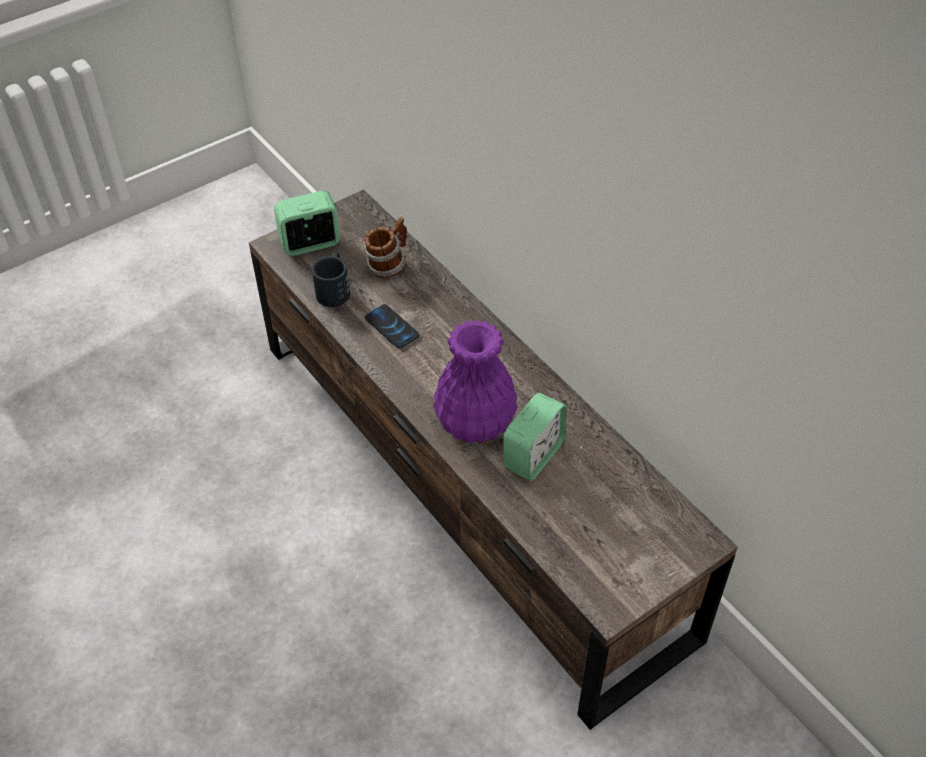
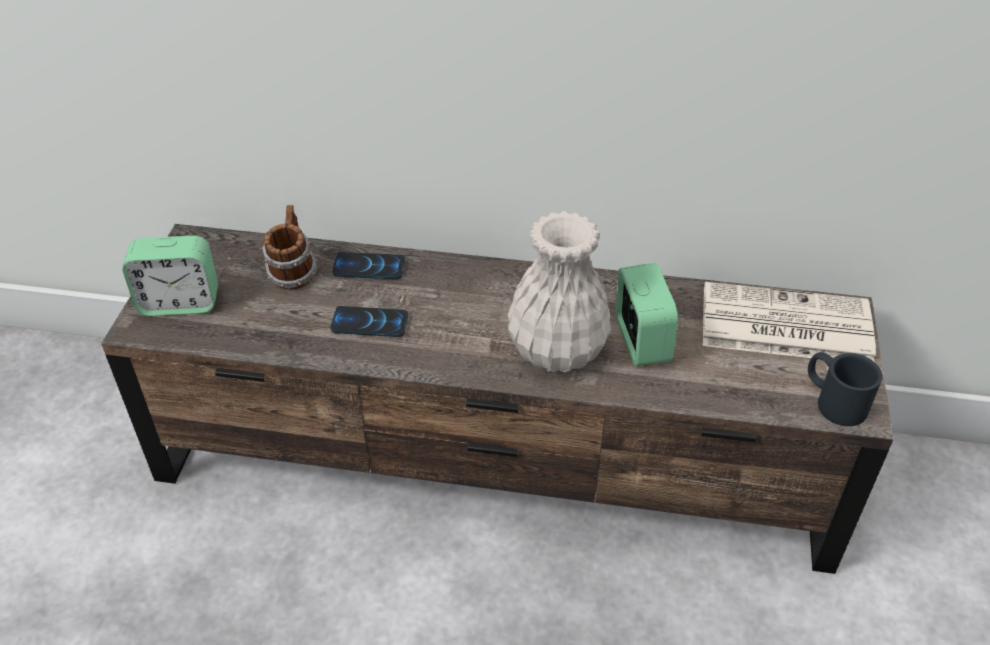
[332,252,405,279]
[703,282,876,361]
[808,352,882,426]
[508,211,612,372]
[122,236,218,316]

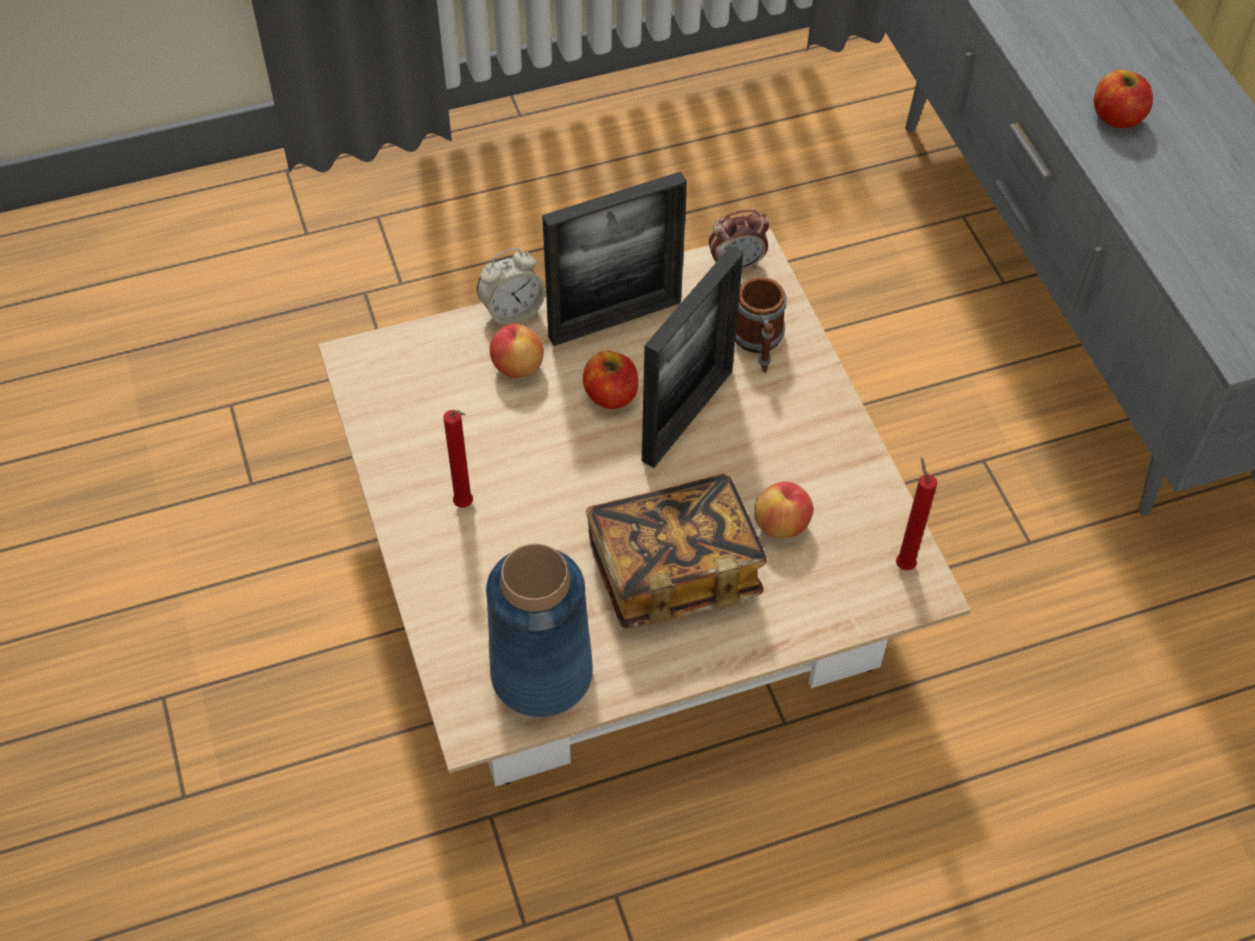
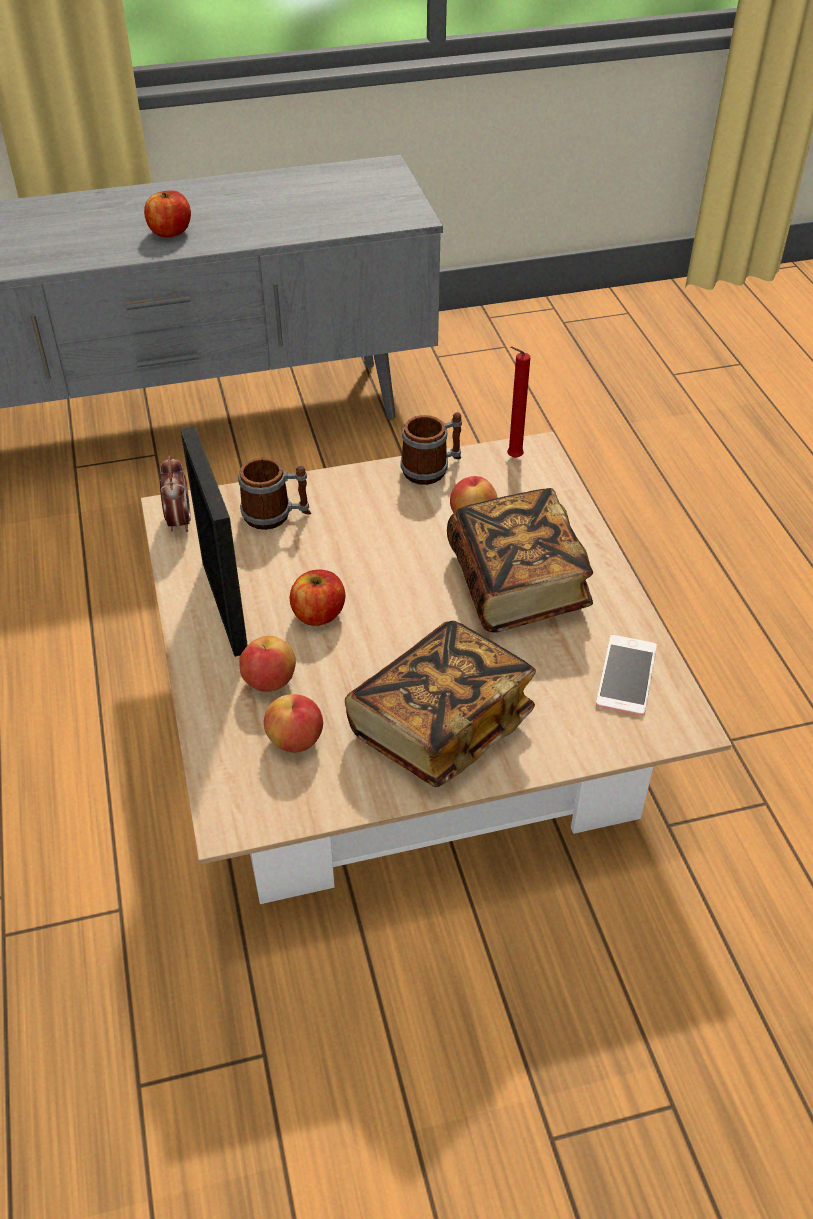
[477,248,545,327] (first image)
[642,246,744,468] (first image)
[264,694,323,753]
[400,412,462,485]
[345,621,536,787]
[596,635,657,716]

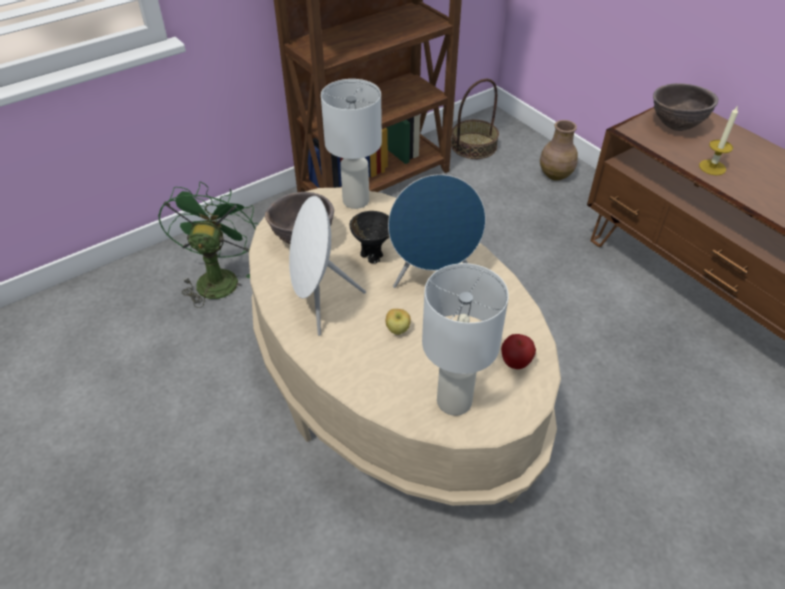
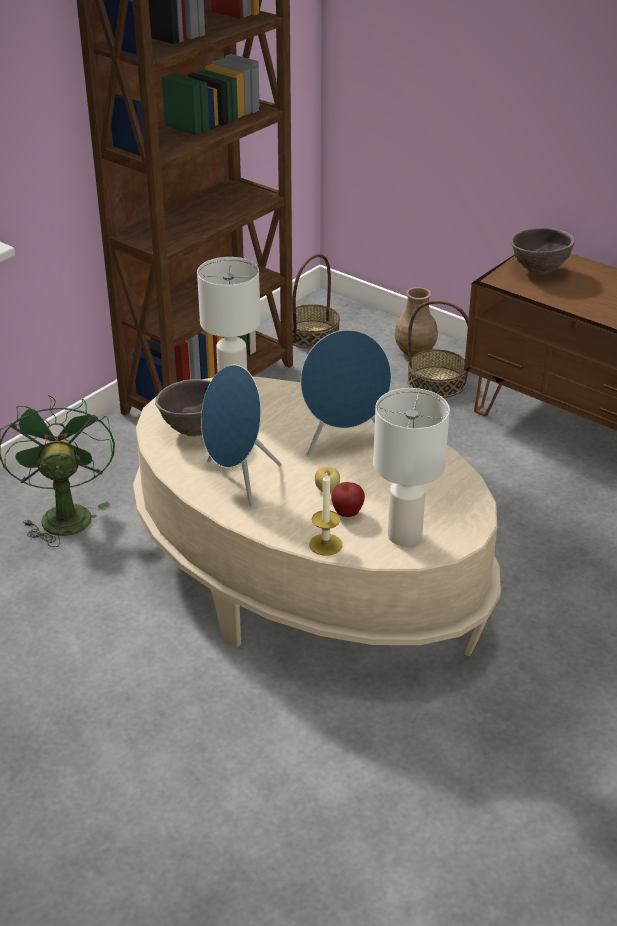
[349,211,389,263] (first image)
[407,300,468,398]
[331,482,365,517]
[309,472,342,556]
[201,365,282,508]

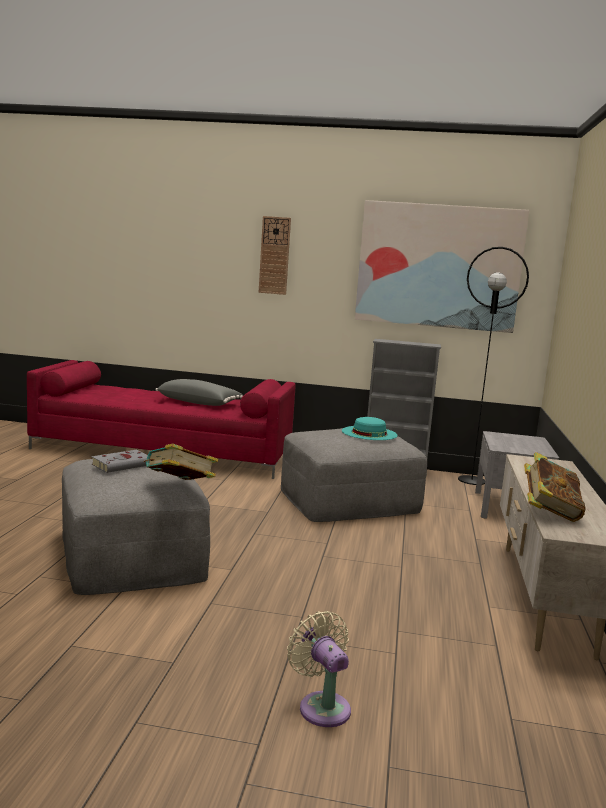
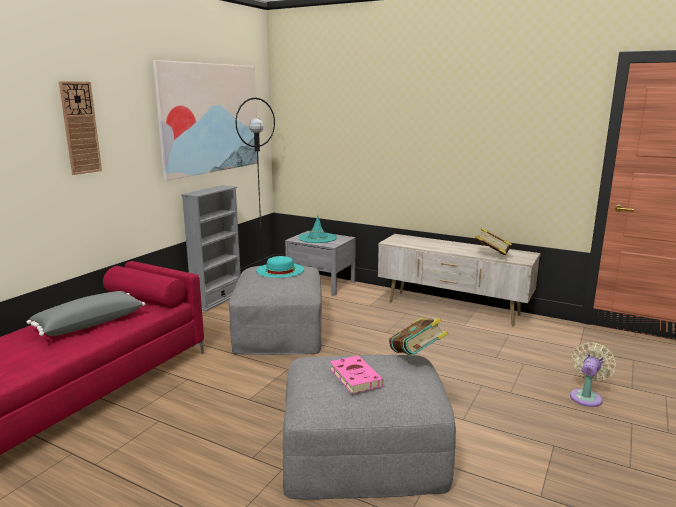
[298,215,337,243]
[330,355,384,394]
[570,342,616,407]

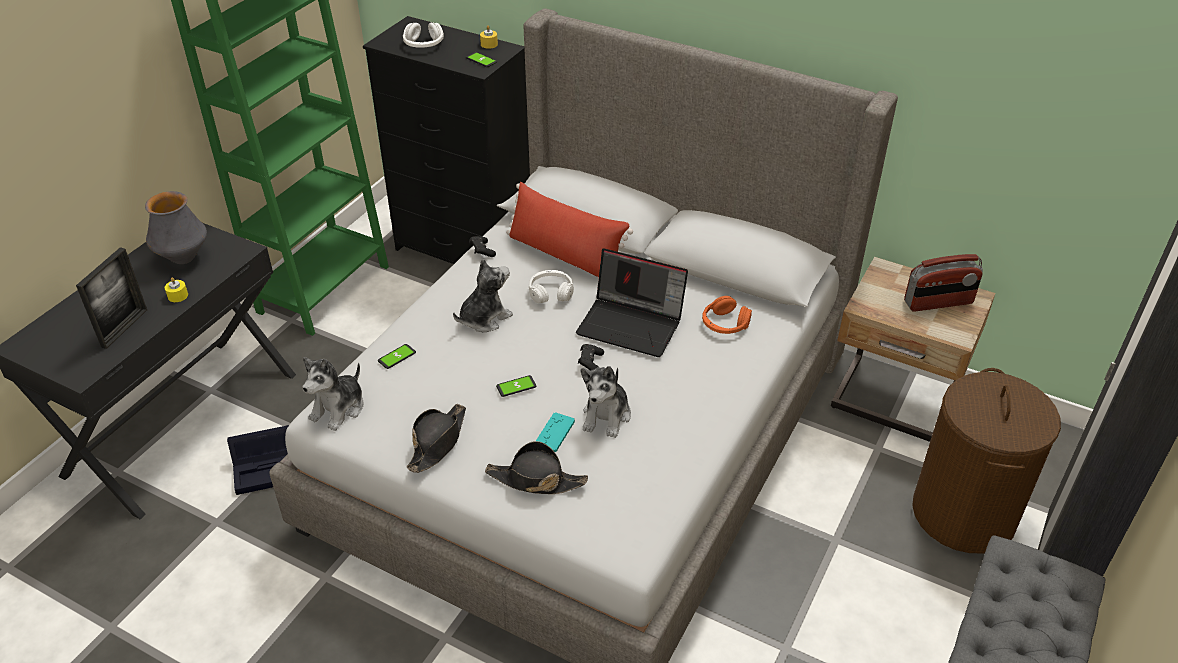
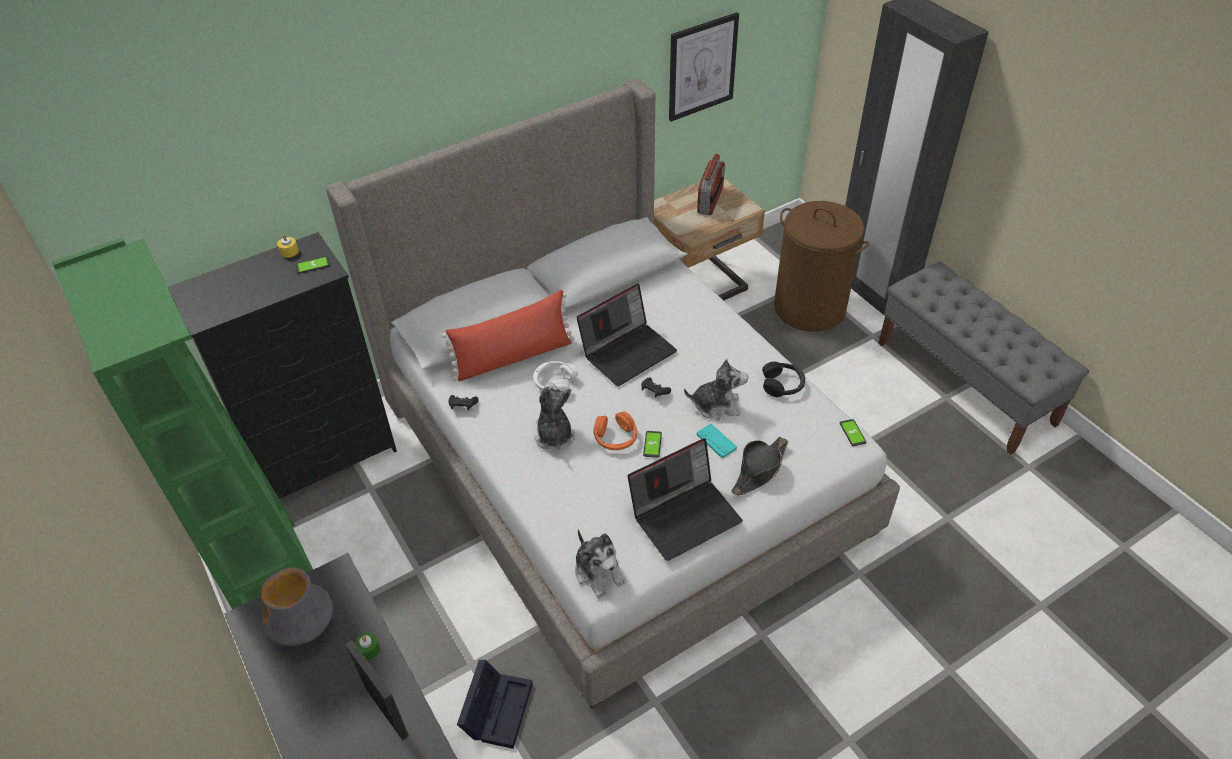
[403,23,444,48] (first image)
[669,12,739,122]
[762,362,805,397]
[840,419,867,446]
[593,411,637,450]
[627,438,743,561]
[354,632,380,660]
[684,359,748,420]

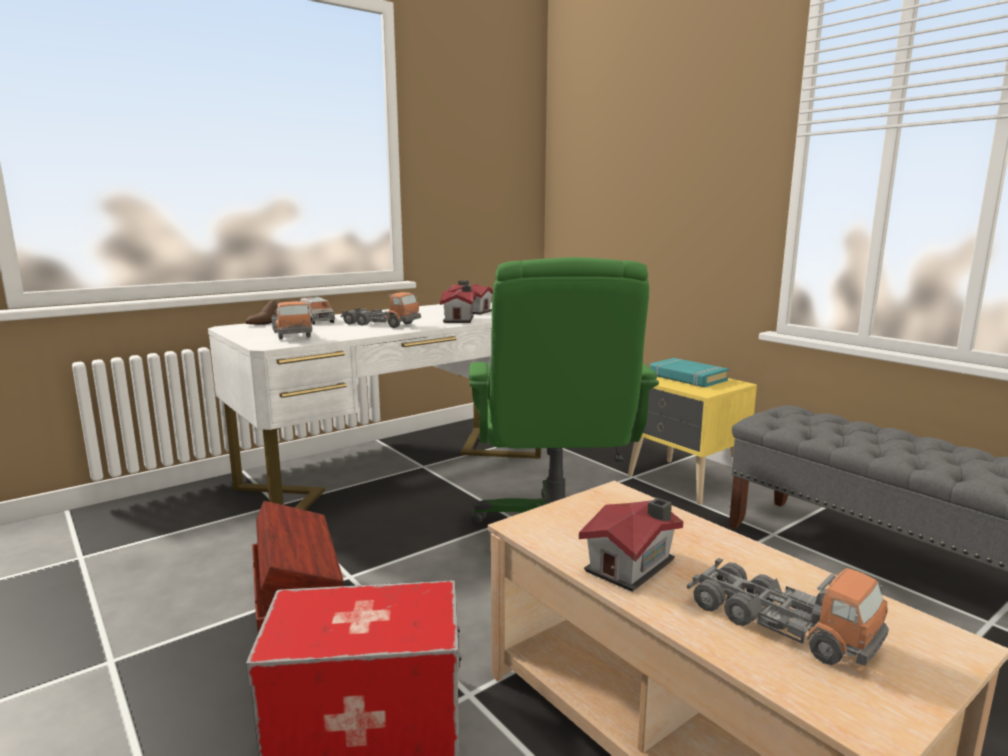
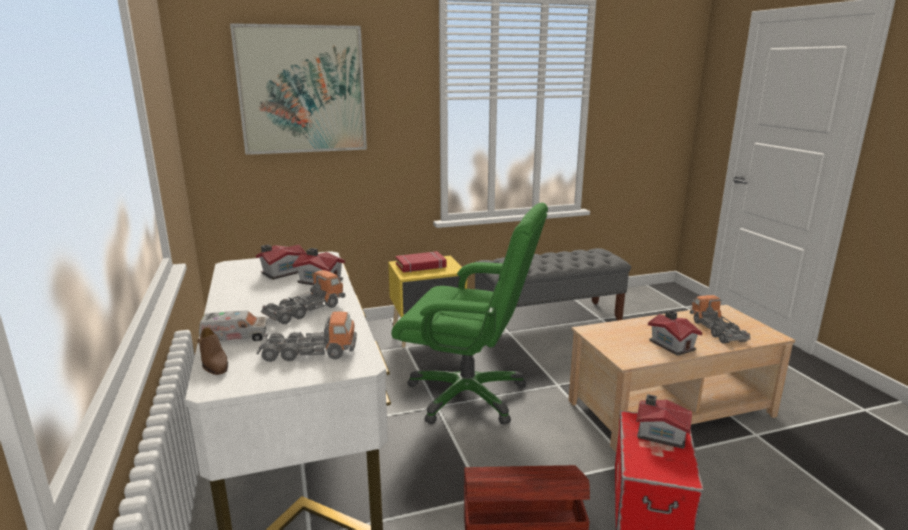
[230,23,367,155]
[636,394,692,449]
[396,251,447,273]
[690,295,750,343]

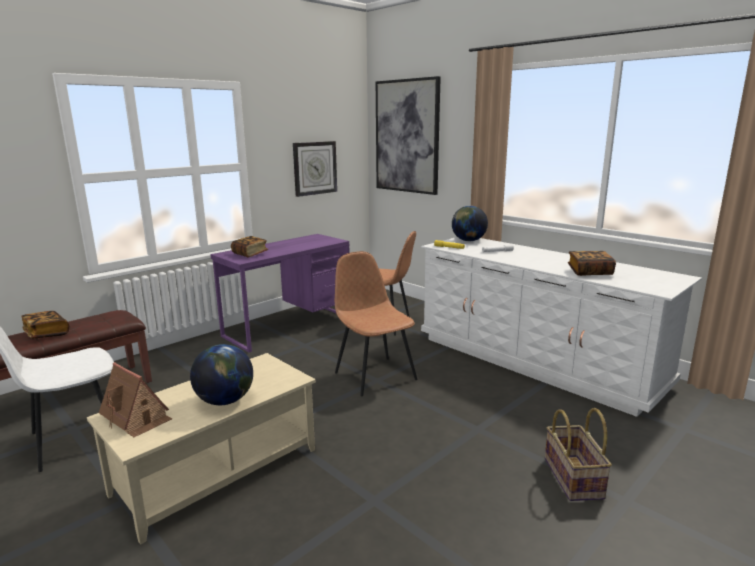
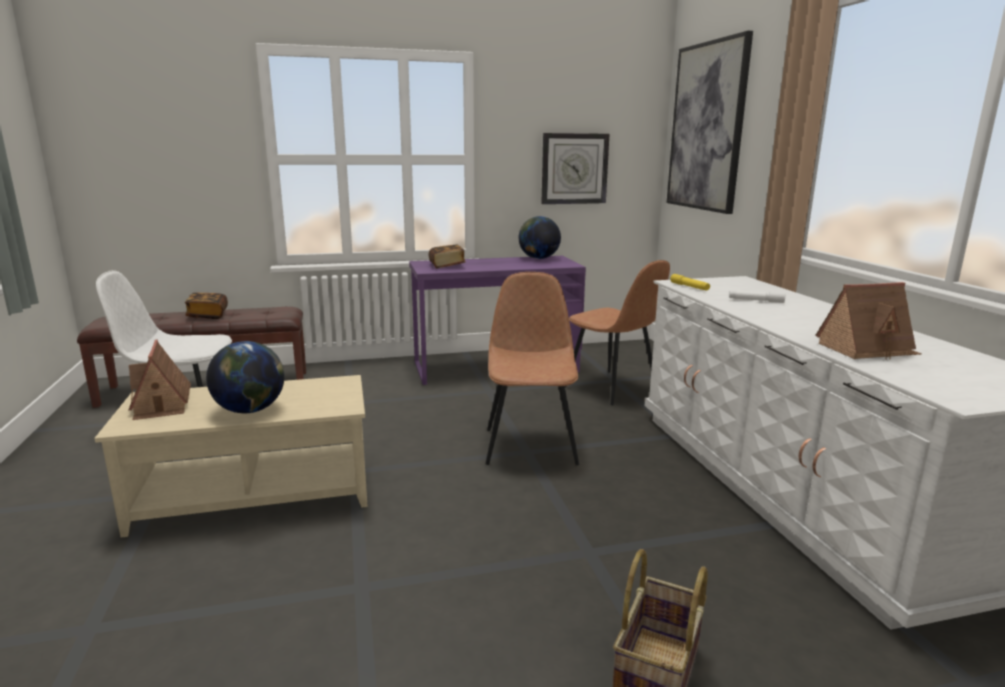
[519,216,561,259]
[815,282,921,360]

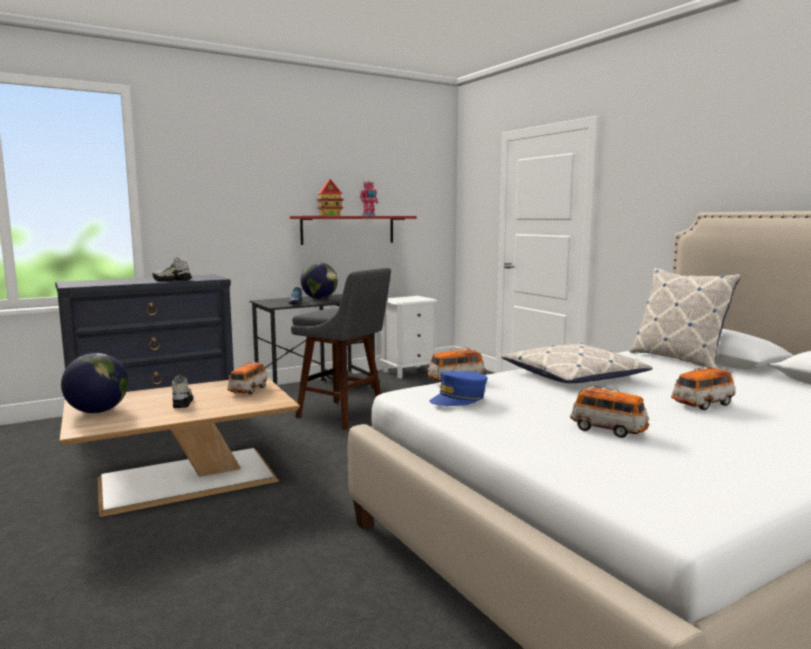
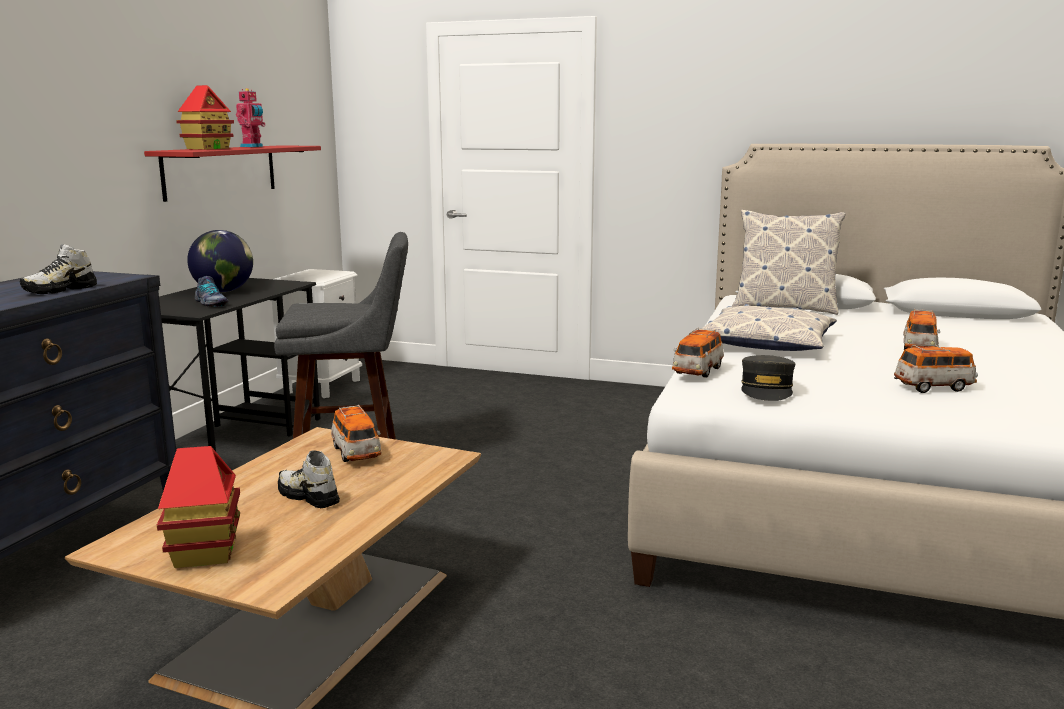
[157,446,240,568]
[741,355,795,401]

